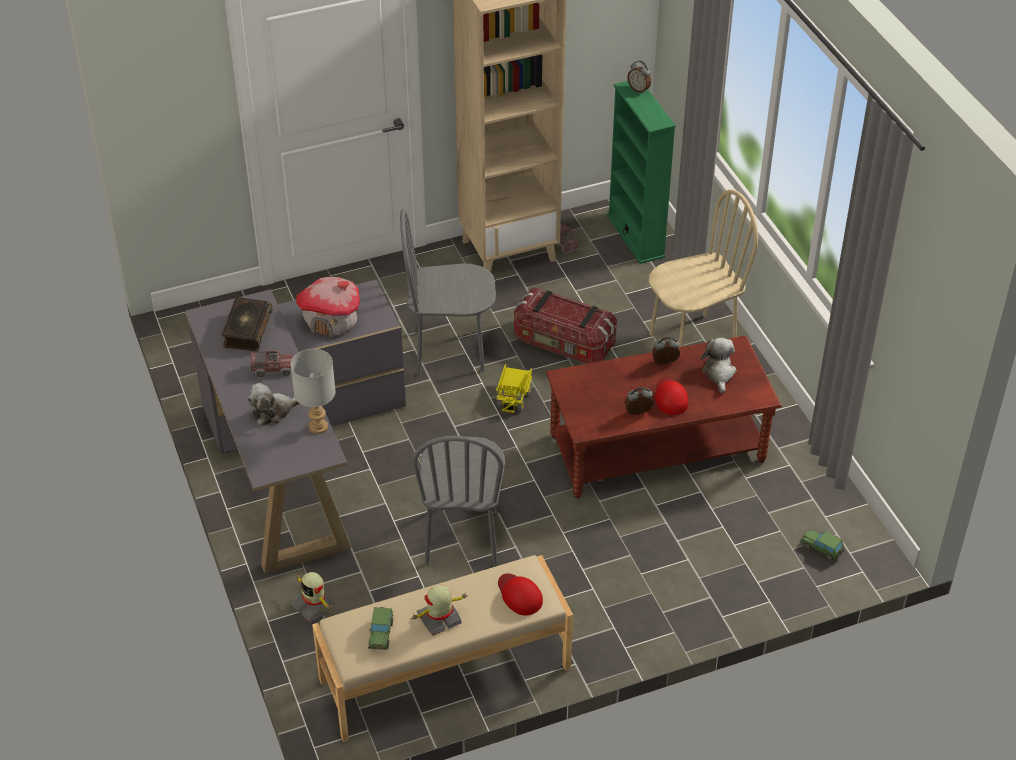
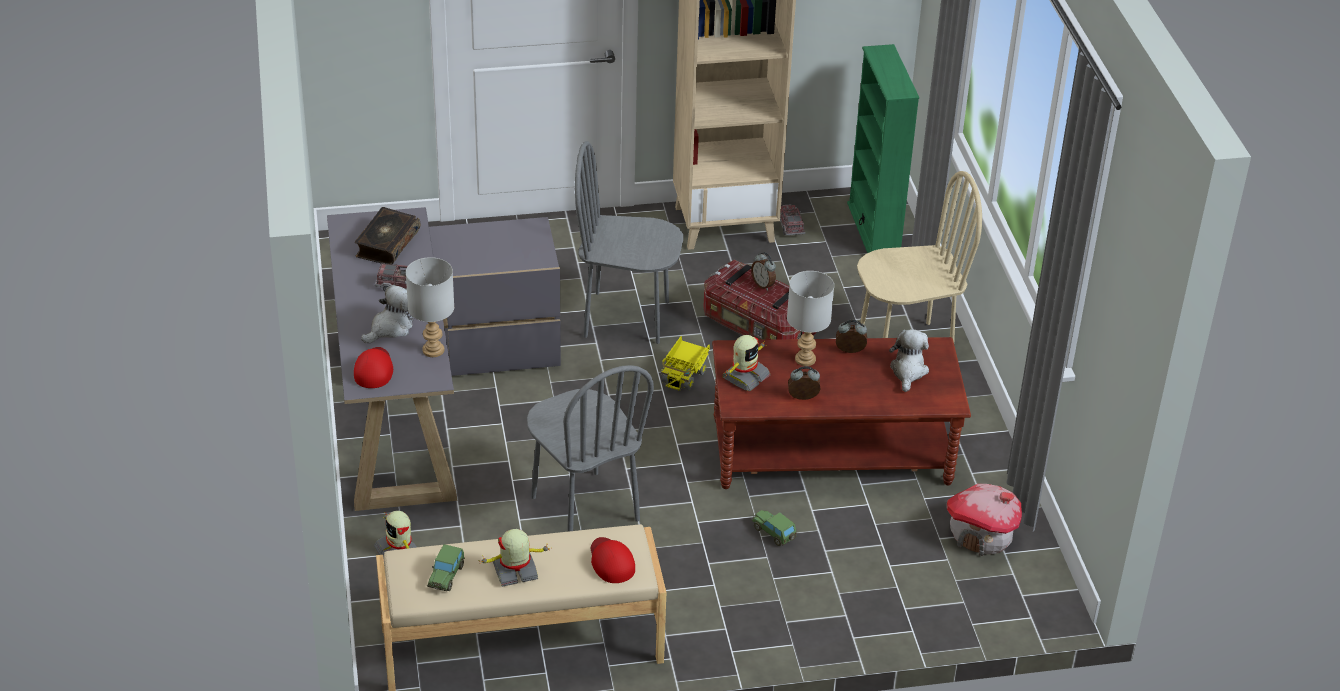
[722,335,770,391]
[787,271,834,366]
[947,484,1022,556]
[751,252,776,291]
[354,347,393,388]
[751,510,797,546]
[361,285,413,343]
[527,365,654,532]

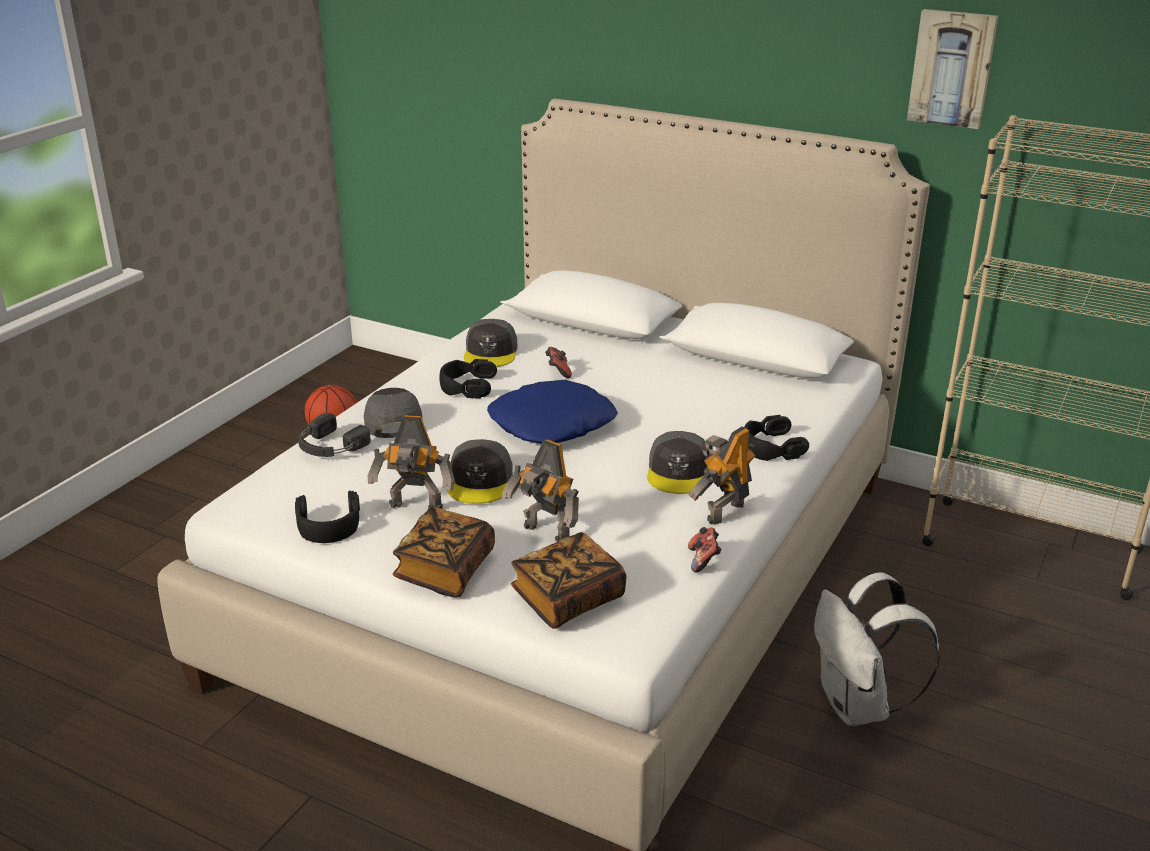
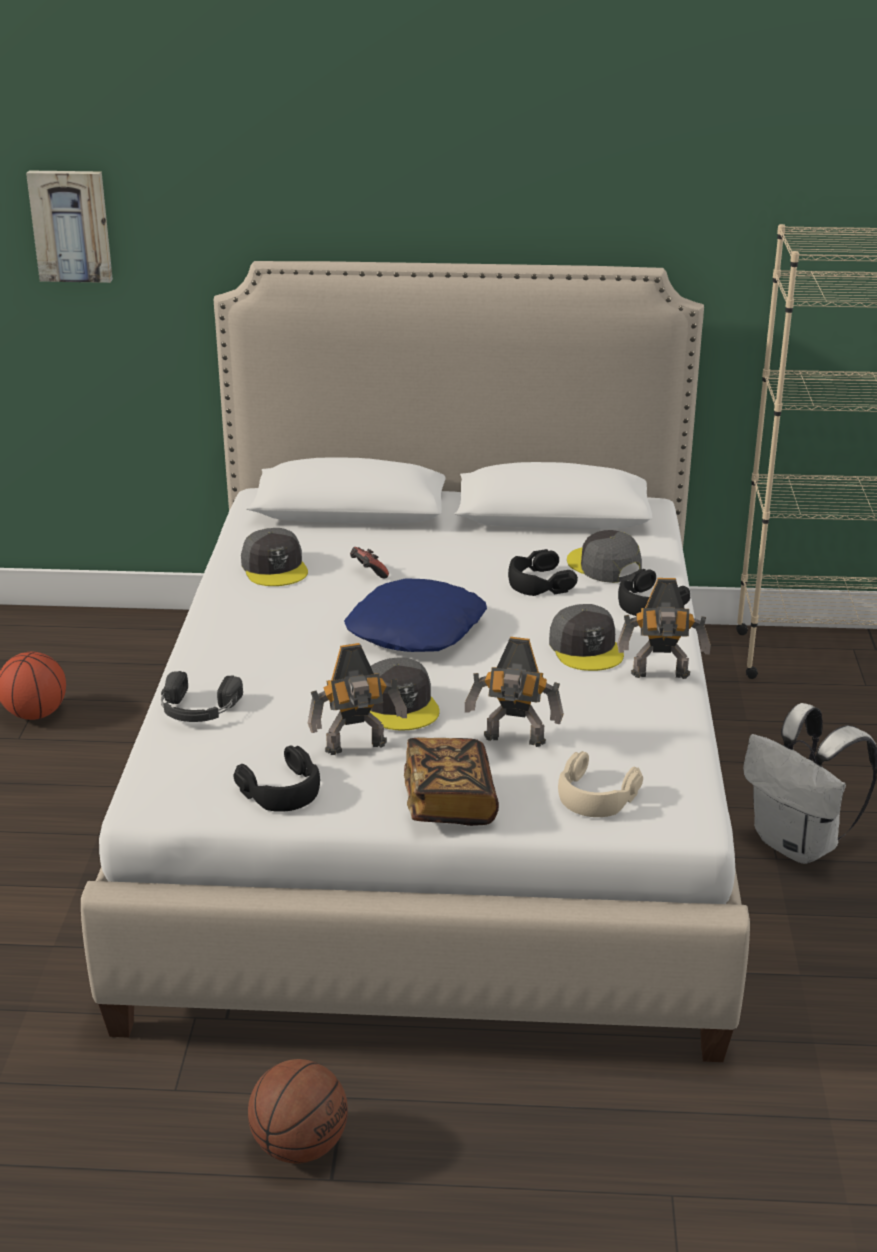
[688,527,722,572] (first image)
[248,1059,348,1164]
[567,530,642,583]
[508,549,578,596]
[26,170,113,283]
[558,751,643,817]
[617,578,711,679]

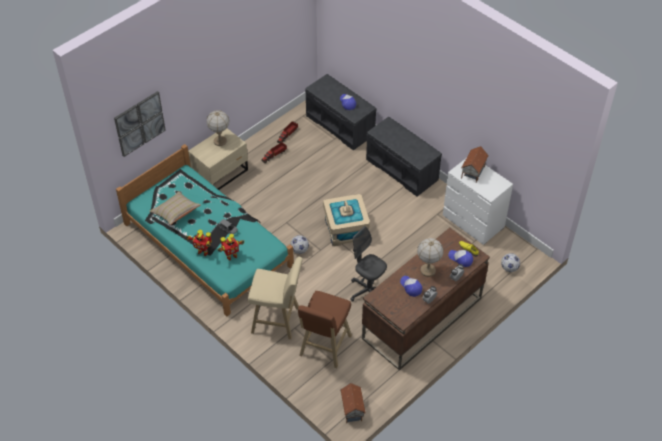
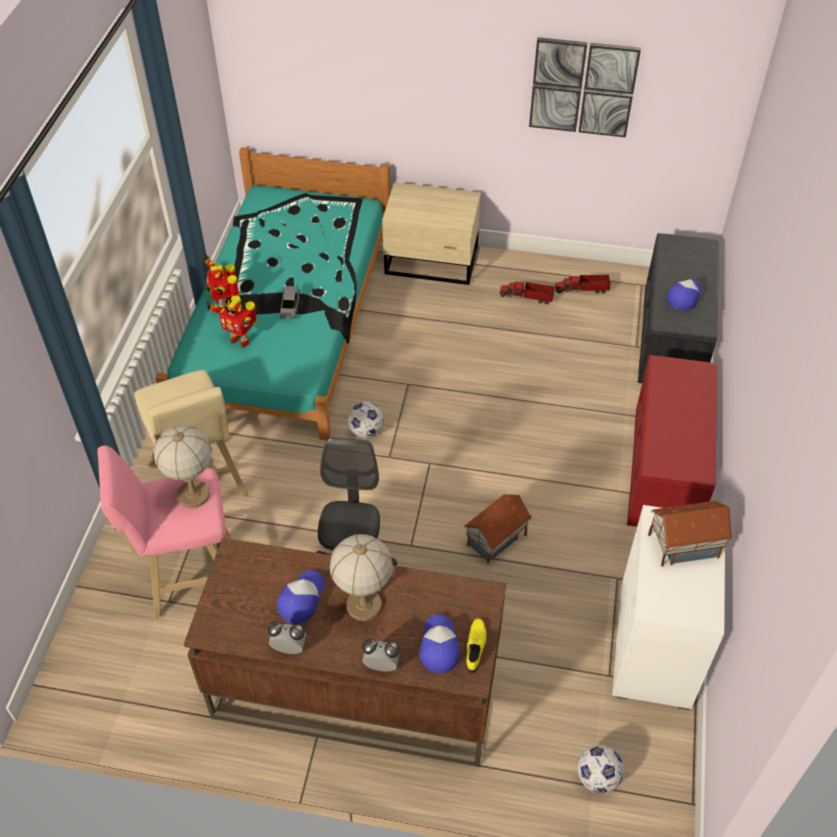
[149,191,201,225] (first image)
[323,194,370,246] (first image)
[529,37,641,138]
[154,425,212,508]
[464,494,532,563]
[97,445,231,618]
[627,355,718,527]

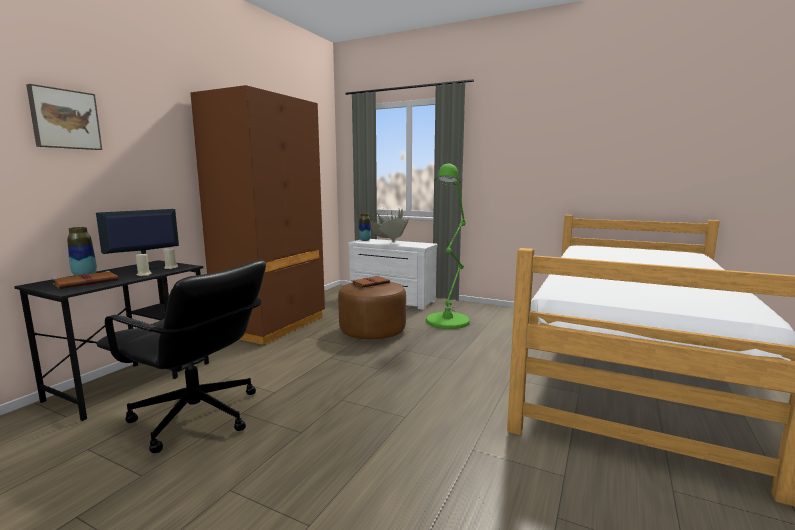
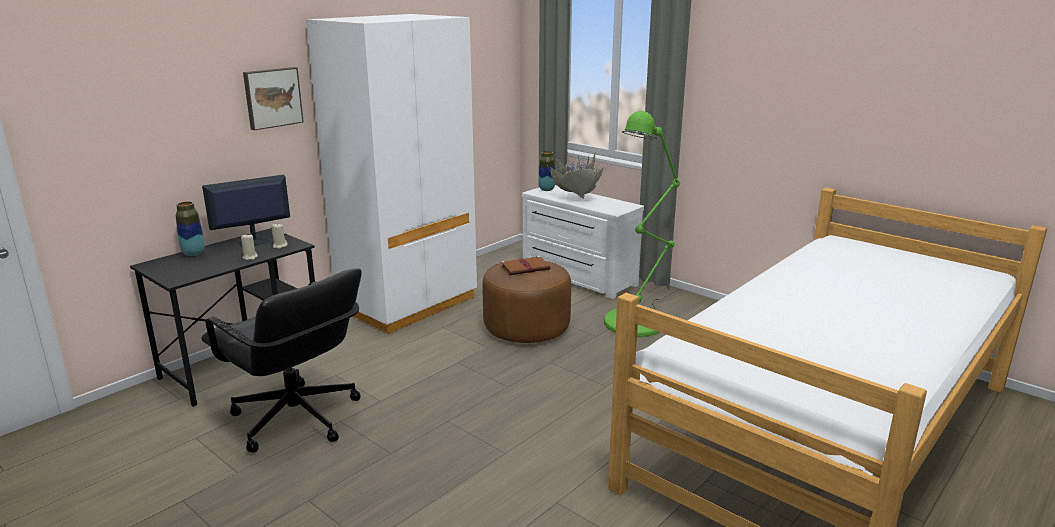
[52,271,119,289] (first image)
[243,67,304,131]
[306,14,477,334]

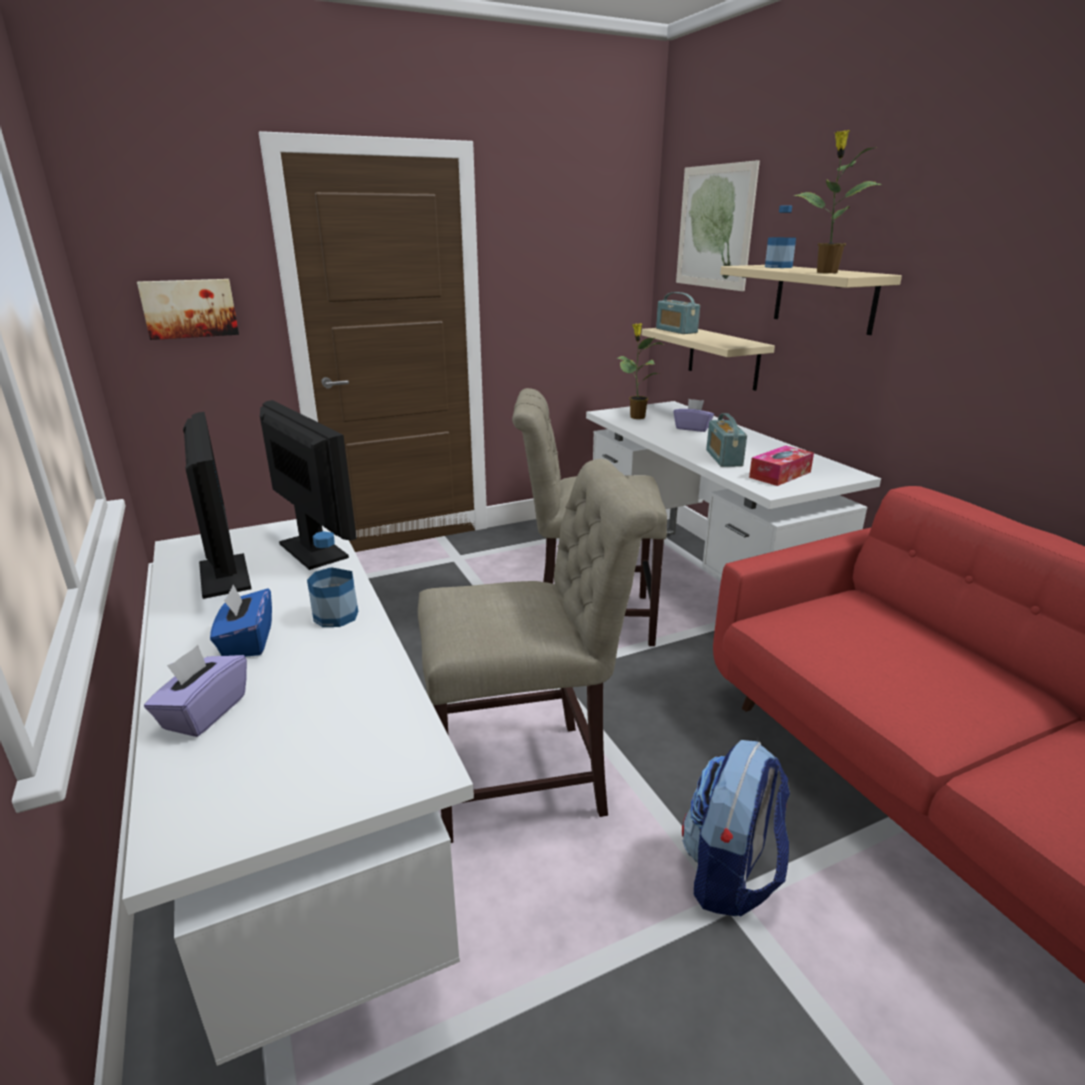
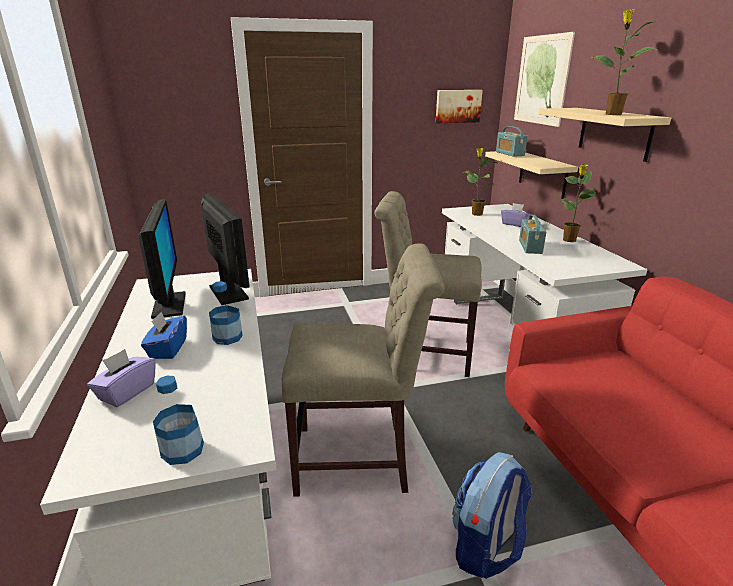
[749,446,814,486] (first image)
[561,164,596,242]
[436,90,483,123]
[153,376,204,465]

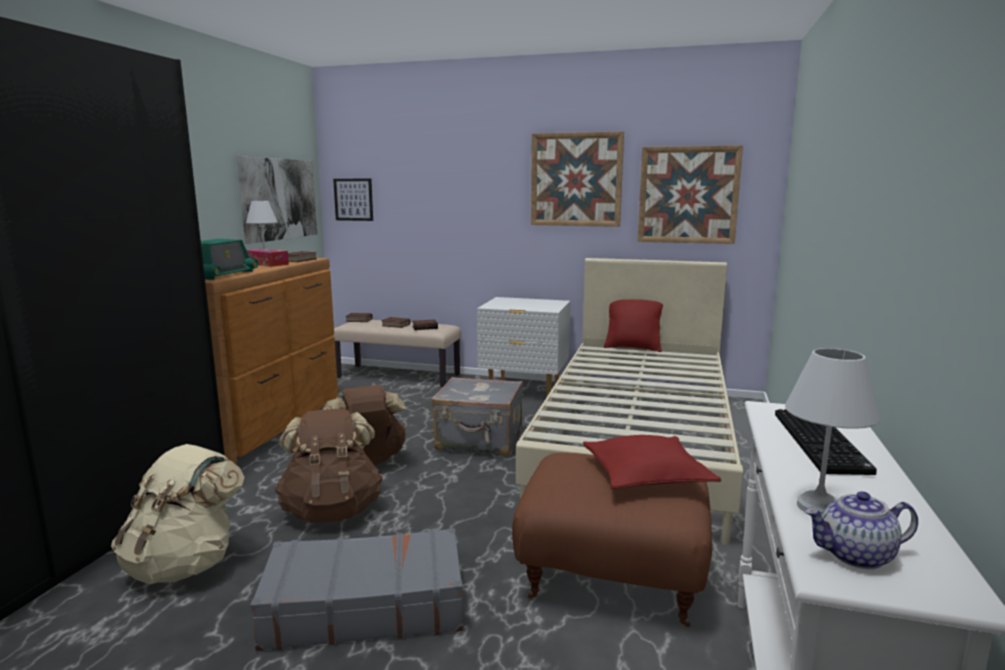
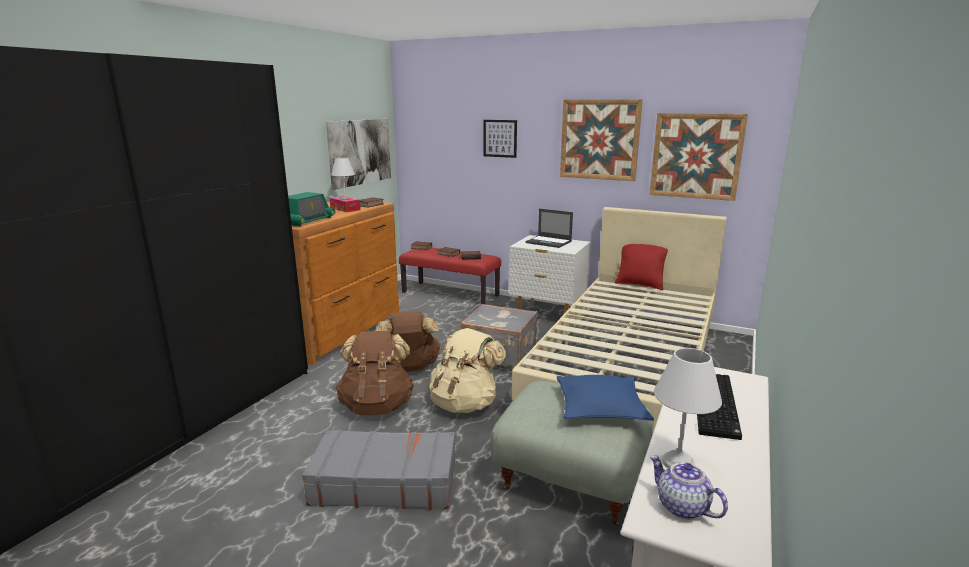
[526,209,573,248]
[429,328,506,413]
[483,120,517,158]
[399,248,501,305]
[490,381,654,527]
[557,375,654,421]
[650,455,728,519]

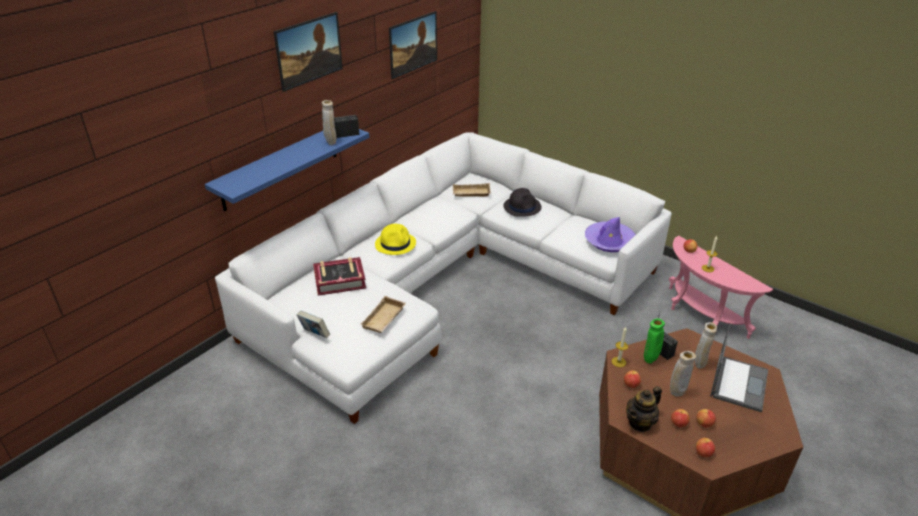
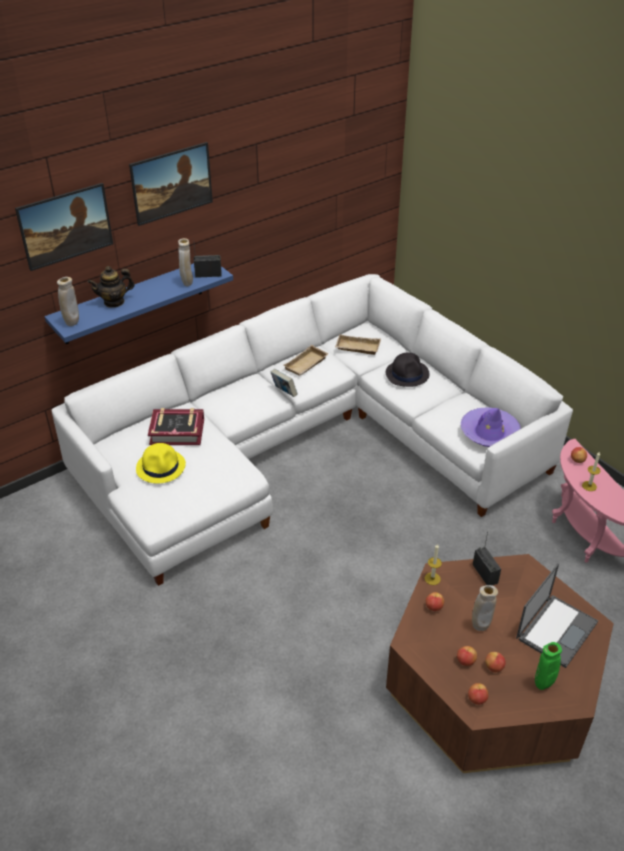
[271,369,297,397]
[283,345,328,376]
[136,443,186,483]
[15,183,113,271]
[88,266,135,308]
[535,642,562,690]
[57,277,79,326]

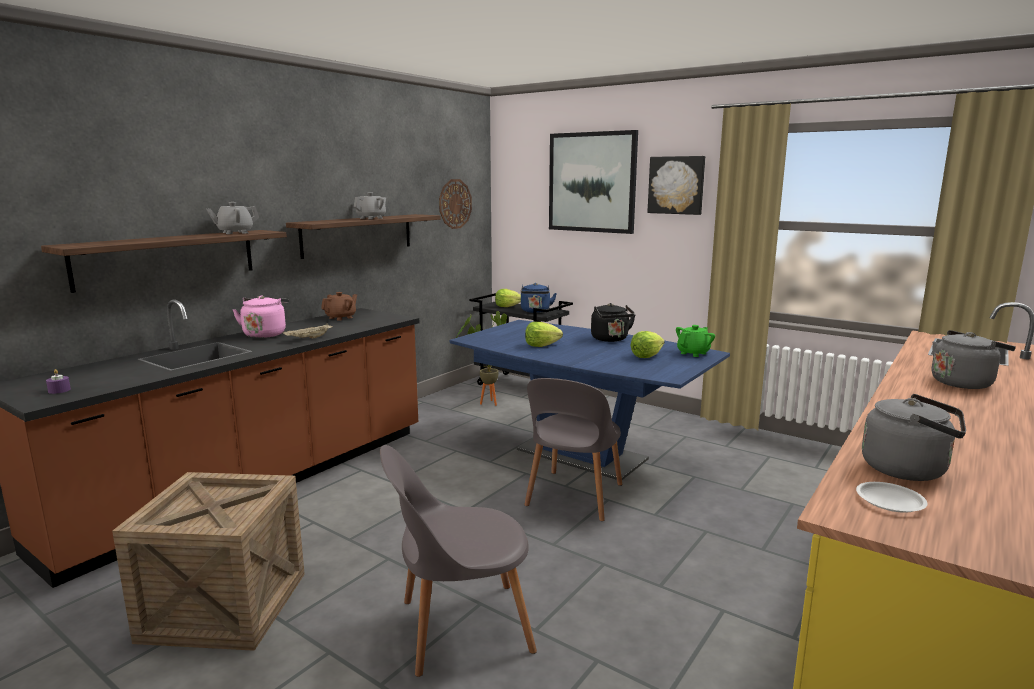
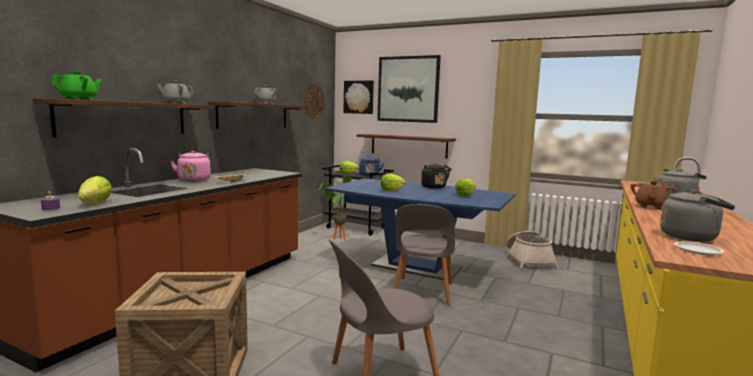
[78,176,112,203]
[357,134,456,159]
[506,231,559,269]
[630,181,677,209]
[343,81,374,114]
[51,71,102,100]

